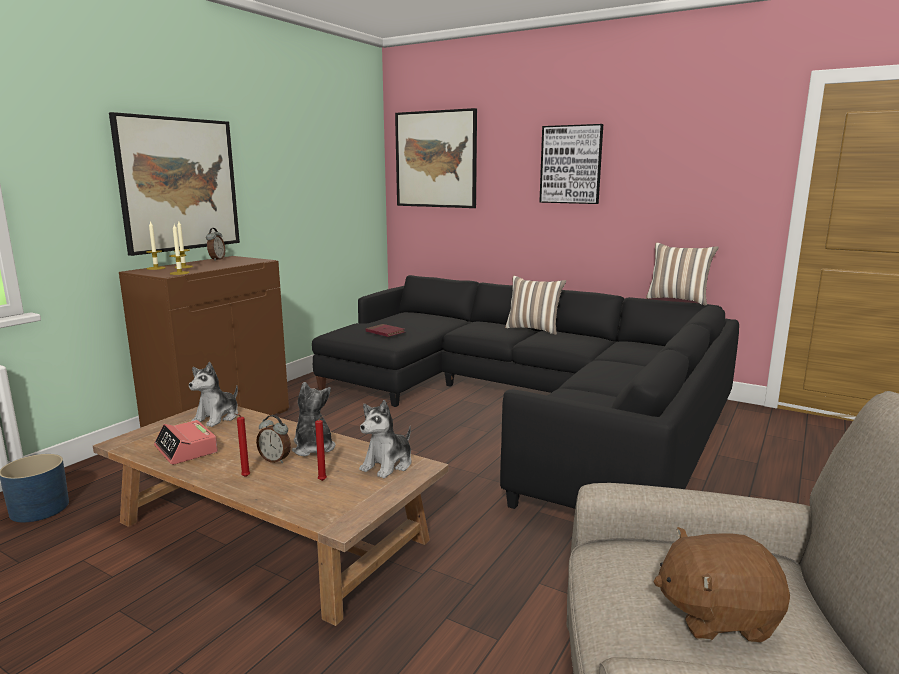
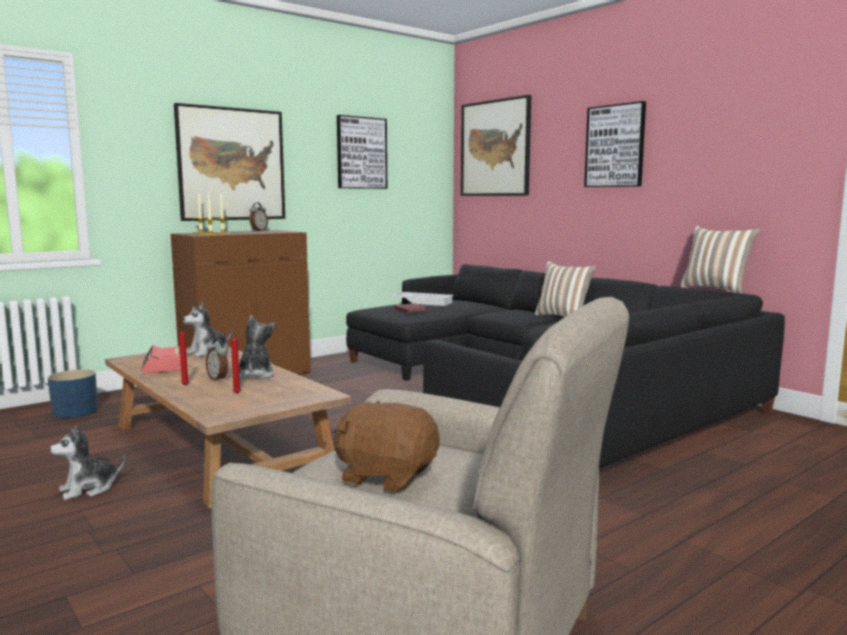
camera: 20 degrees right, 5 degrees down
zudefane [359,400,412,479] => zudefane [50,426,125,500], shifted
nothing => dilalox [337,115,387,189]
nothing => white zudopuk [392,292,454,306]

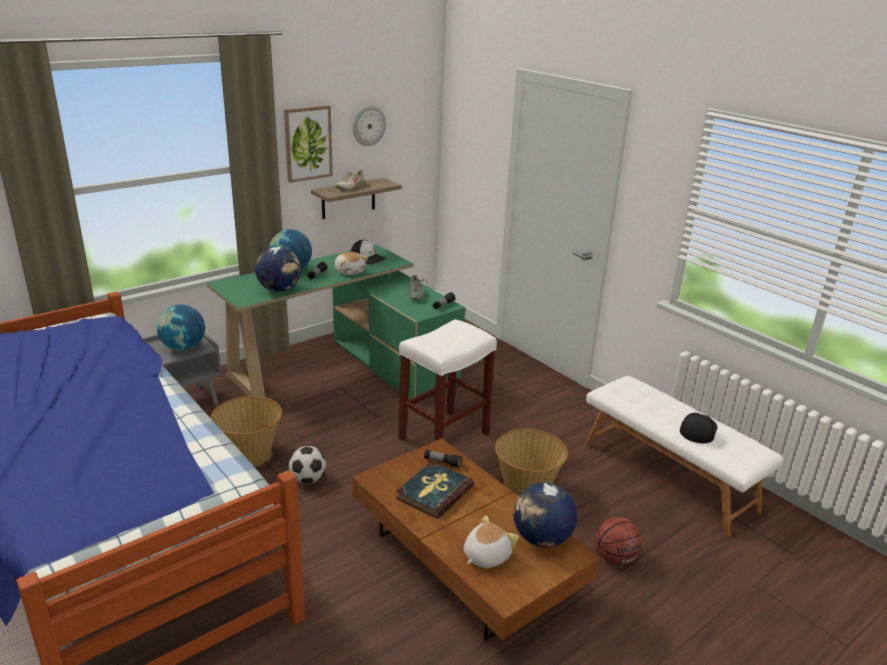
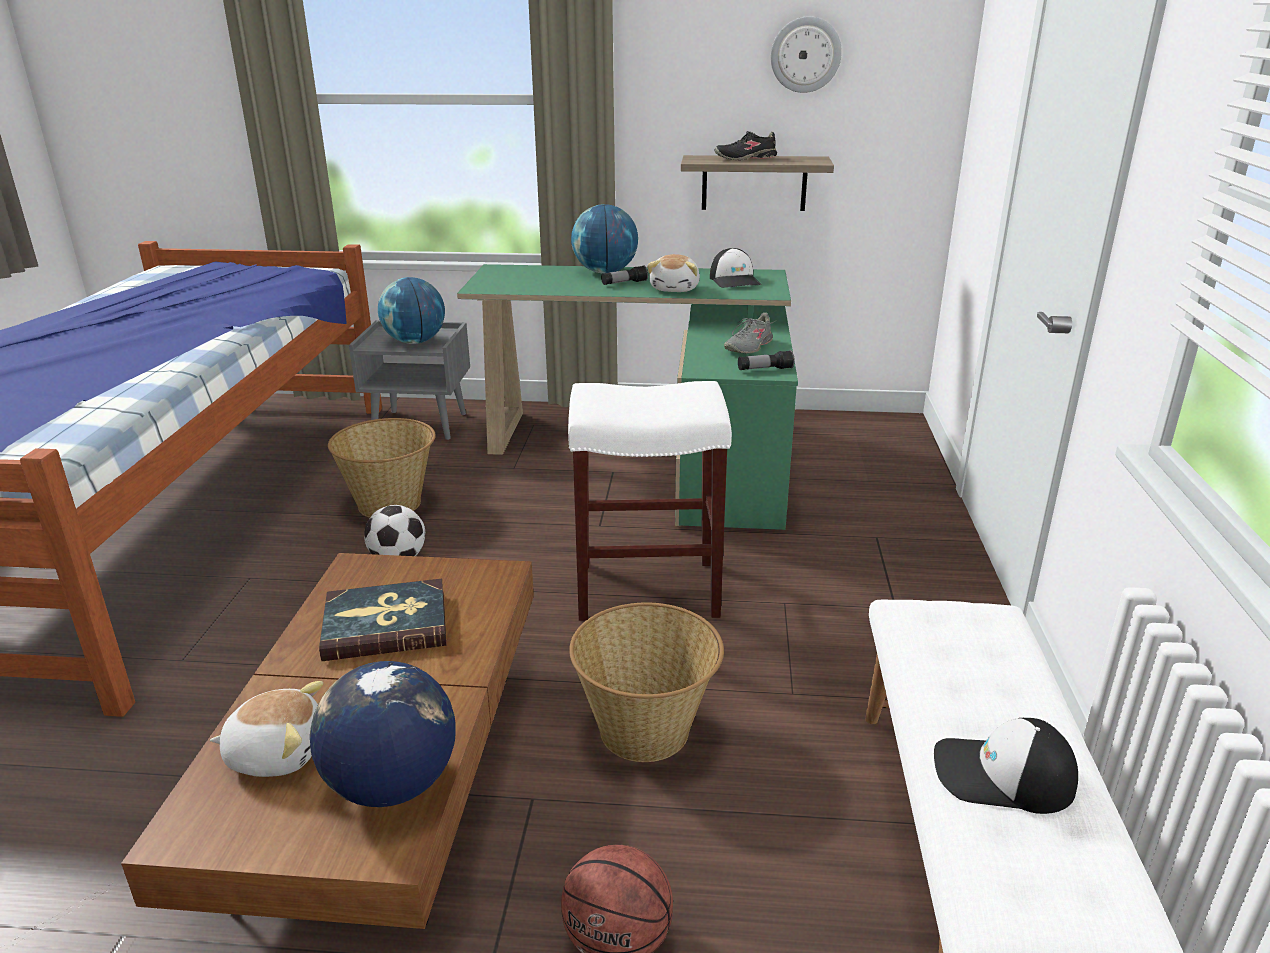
camera: 45 degrees right, 0 degrees up
dilalox [284,105,333,183] => nothing
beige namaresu [336,170,365,190] => black namaresu [714,131,777,160]
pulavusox [255,247,301,292] => nothing
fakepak [680,412,718,443] => fakepak [934,718,1078,814], 150 degrees counterclockwise
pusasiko [424,450,462,468] => nothing

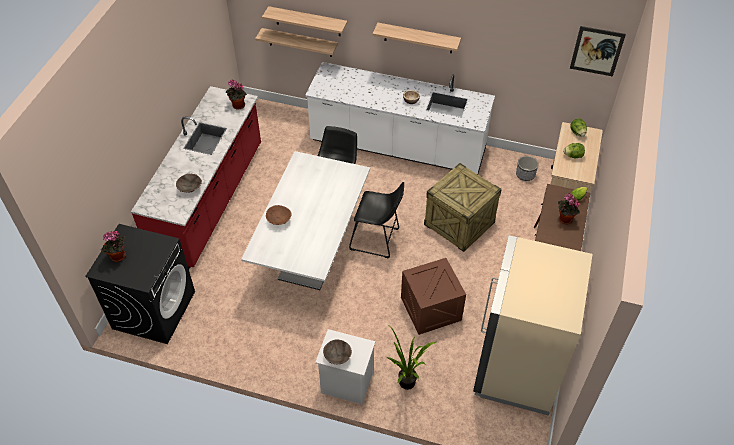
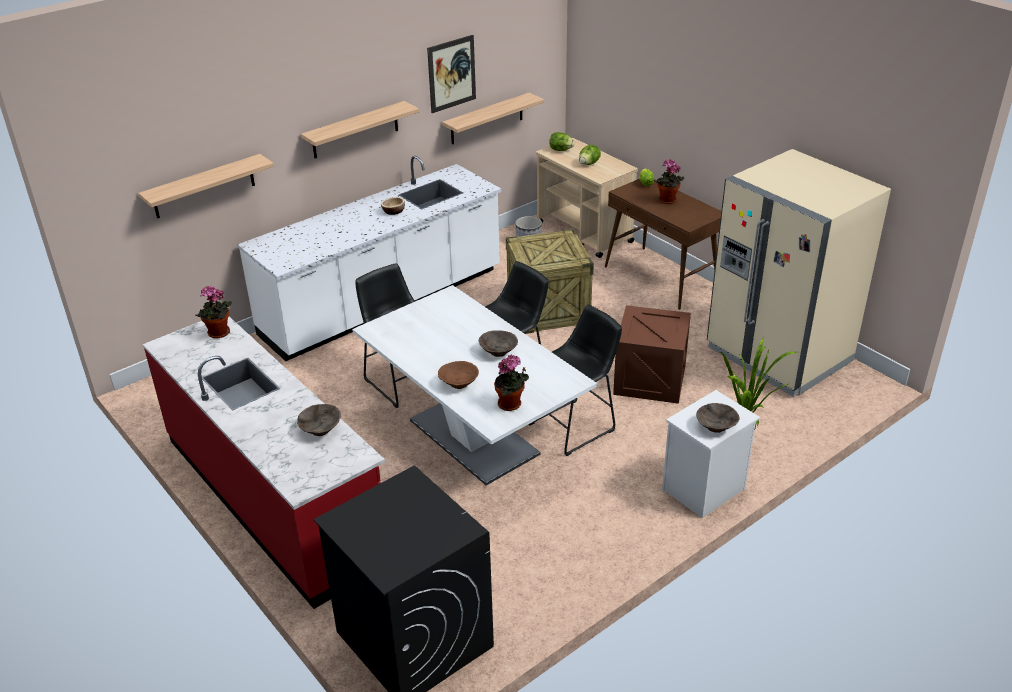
camera: 55 degrees left, 15 degrees down
dilalox [570,26,626,76] => dilalox [427,35,476,113], shifted
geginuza [255,28,338,57] => geginuza [442,93,544,145], shifted
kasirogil [101,231,126,262] => kasirogil [494,355,529,411], shifted
nothing => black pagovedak [528,305,622,456]
nothing => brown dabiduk [479,330,518,357]

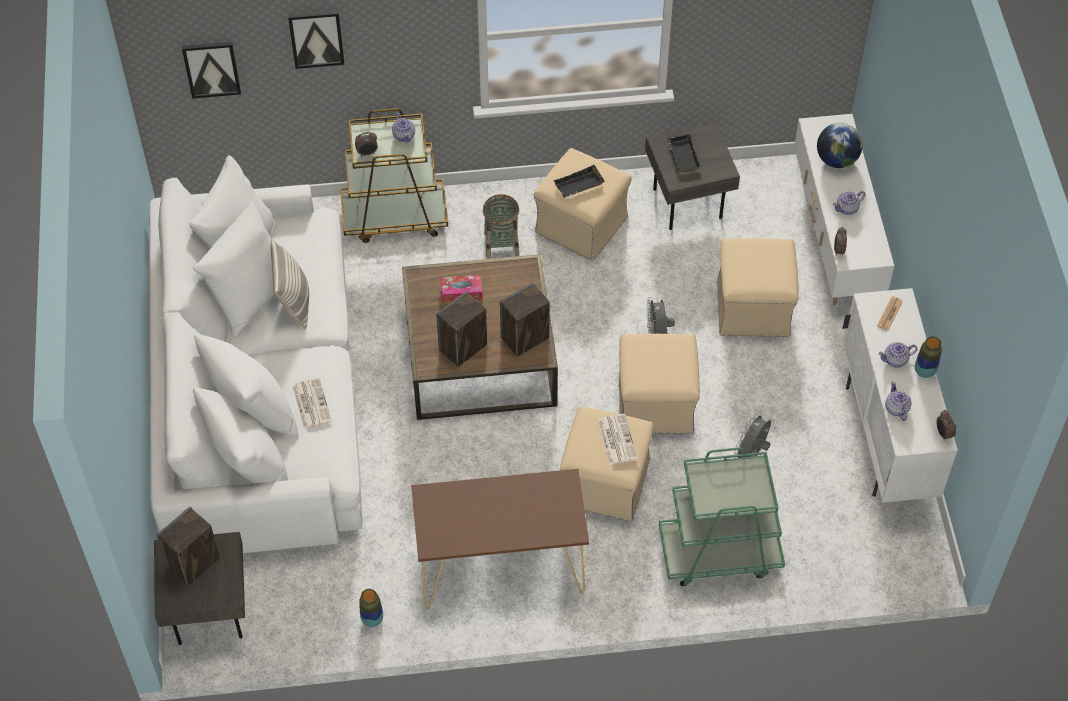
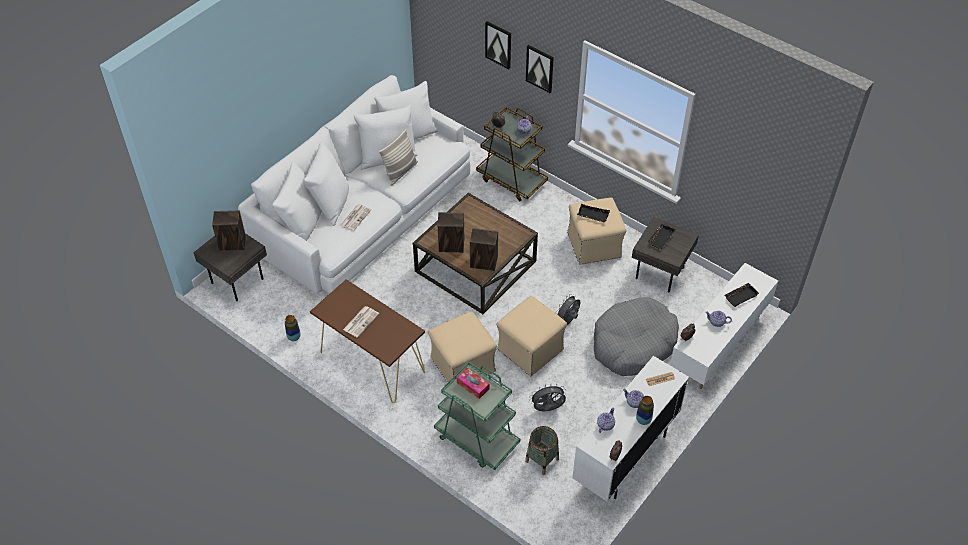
camera: 45 degrees right, 5 degrees down
dilalox [182,42,241,99] => dilalox [526,45,554,93], shifted
pulavusox [817,123,863,168] => black zudopuk [725,283,759,307]
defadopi [483,194,519,259] => defadopi [525,426,559,475], shifted
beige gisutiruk [717,238,799,337] => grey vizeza [594,298,679,376]
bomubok [440,275,482,303] => bomubok [457,368,489,399], shifted
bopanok [598,414,638,465] => bopanok [343,306,379,338], shifted

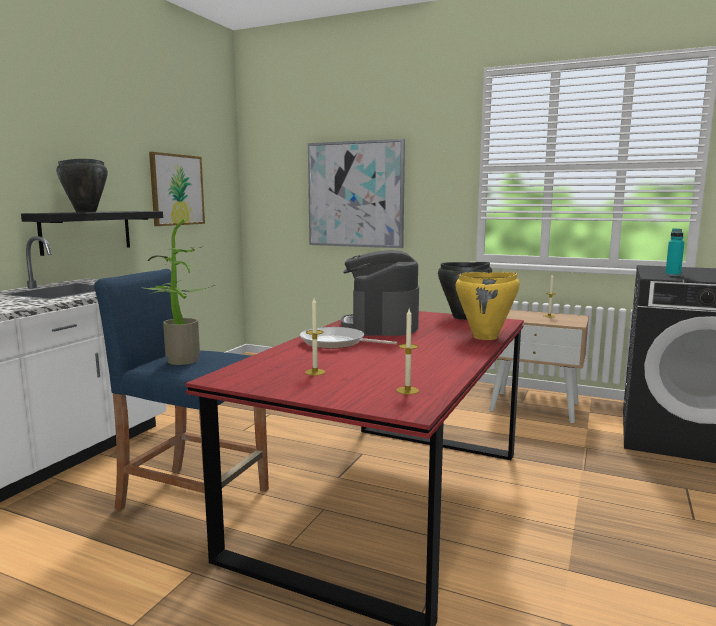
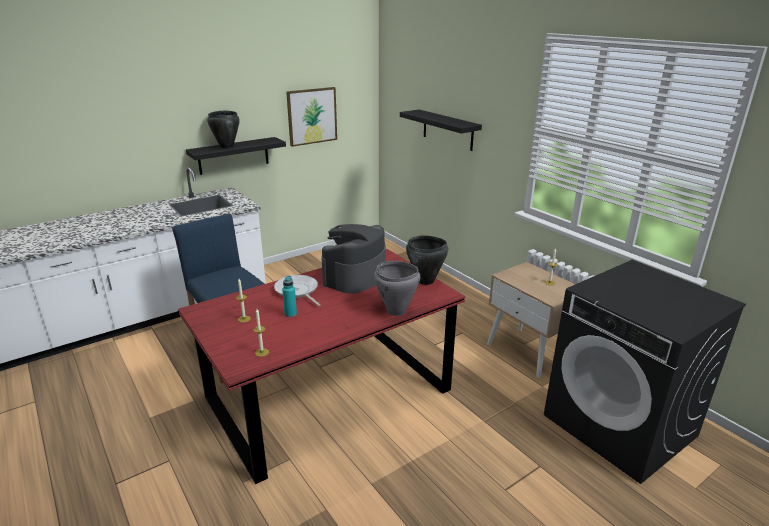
camera: 30 degrees right, 15 degrees up
dilalox [308,139,405,248] => black geginuza [400,110,482,151]
kasirogil [140,218,215,365] => nothing
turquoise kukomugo [665,228,684,276] => turquoise kukomugo [282,276,297,317], shifted
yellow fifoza [455,272,520,340] => grey fifoza [374,261,421,316]

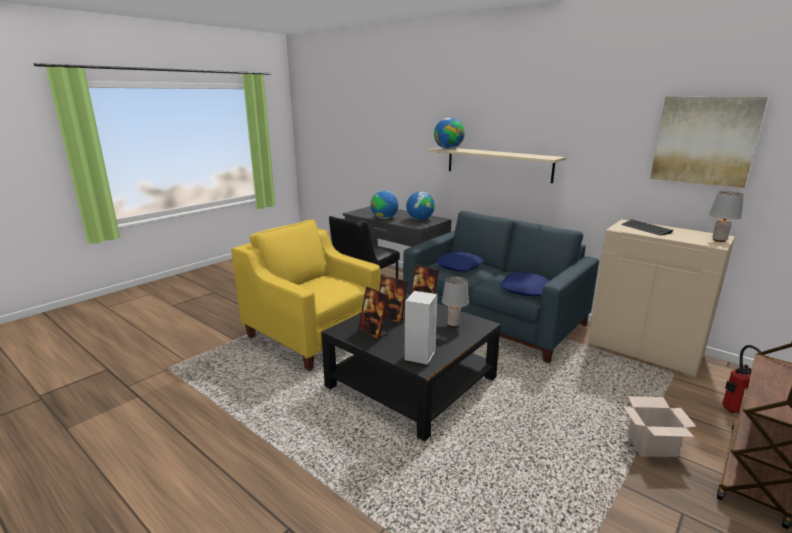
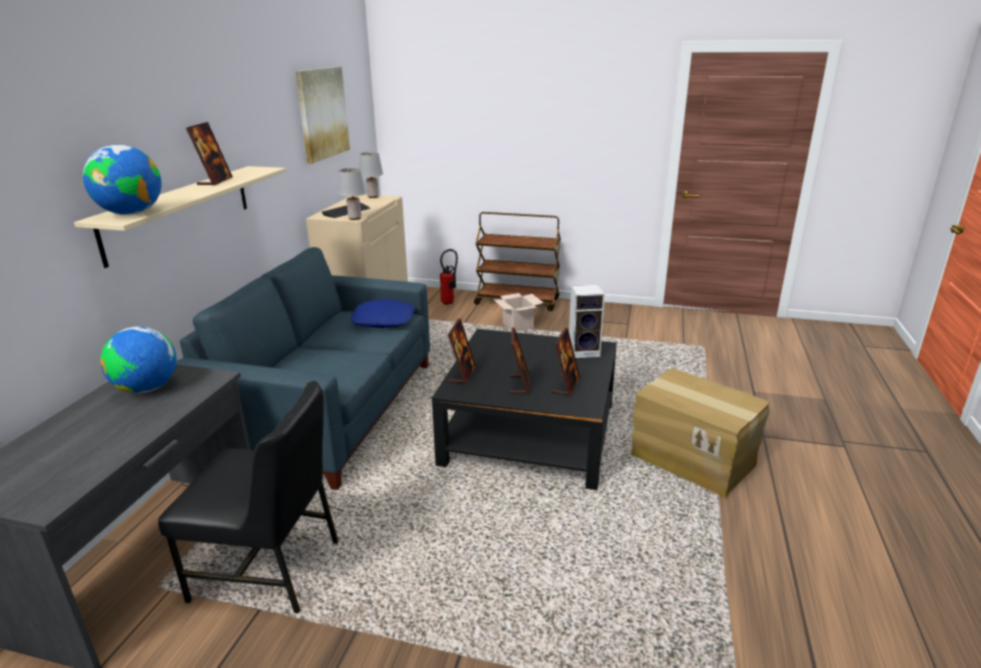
camera: 115 degrees left, 5 degrees up
pulavusox [370,191,398,219] => nothing
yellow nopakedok [231,220,380,371] => nothing
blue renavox [436,252,484,271] => nothing
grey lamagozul [442,276,469,327] => grey lamagozul [338,168,366,220], shifted
nothing => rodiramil [186,122,233,186]
nothing => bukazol [630,368,769,498]

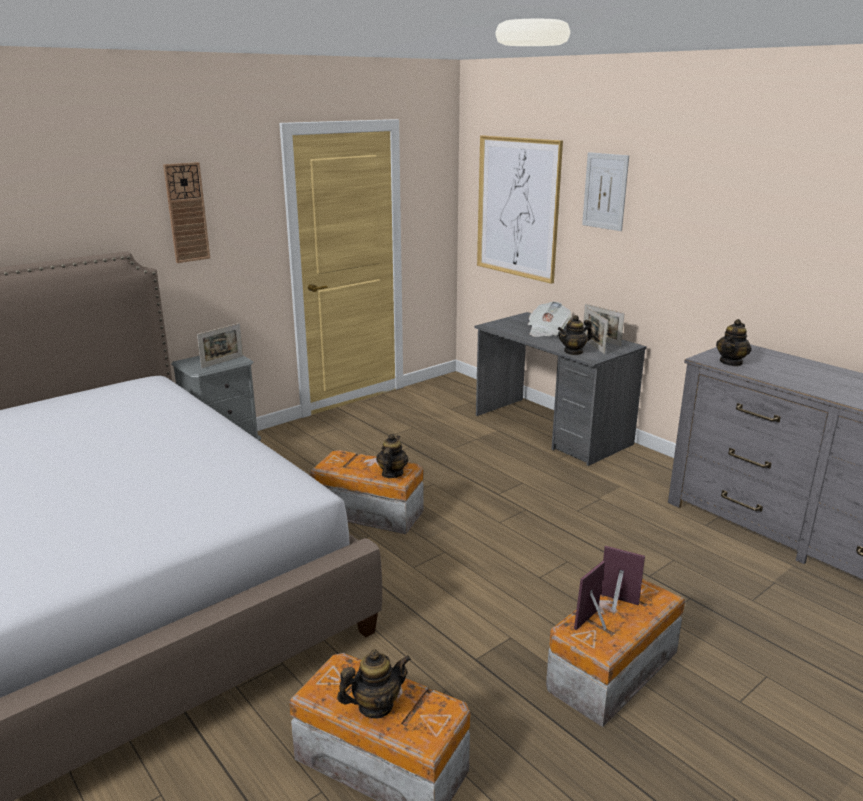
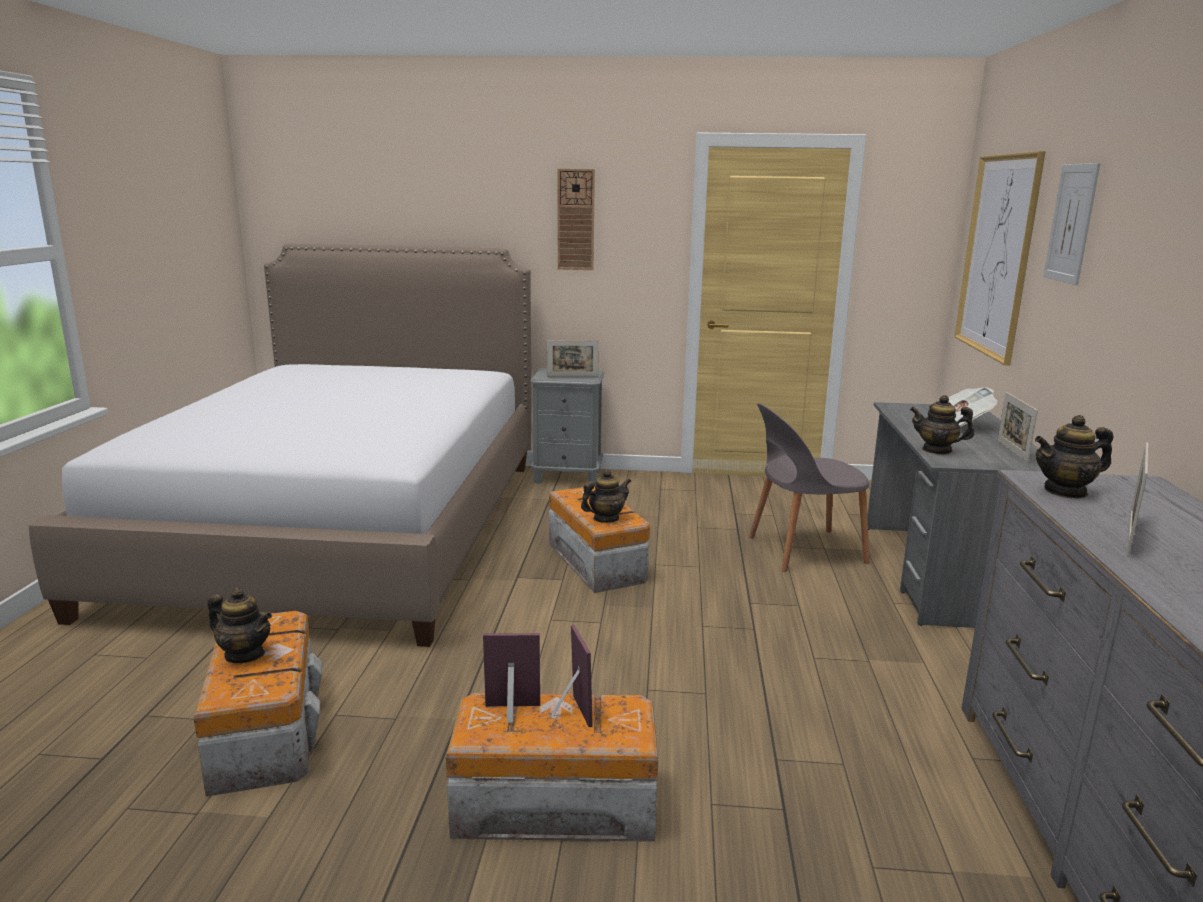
camera: 45 degrees right, 5 degrees down
rodiramil [585,307,608,354] => rodiramil [1126,442,1148,557], shifted
nothing => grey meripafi [749,403,870,572]

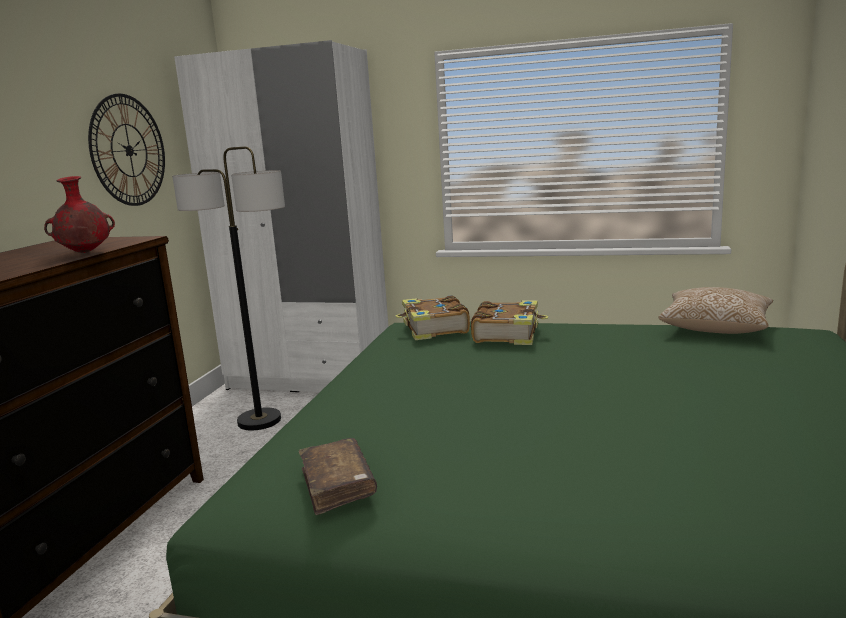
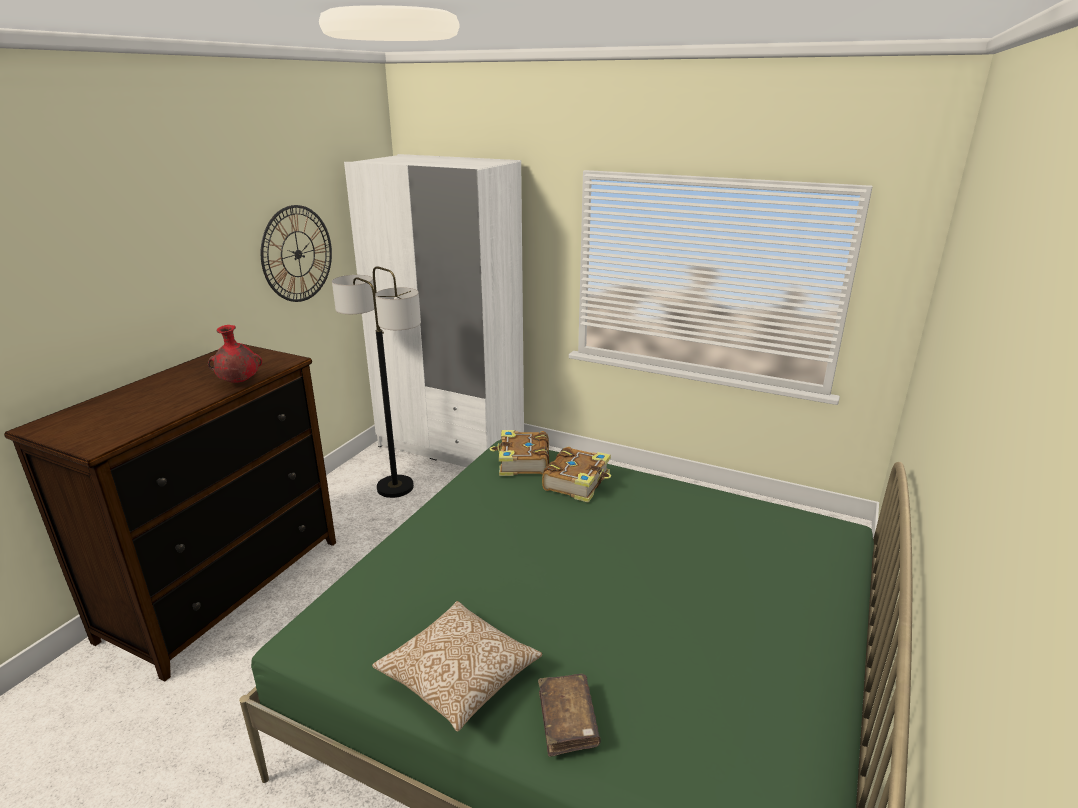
camera: 10 degrees right, 10 degrees up
renavox [659,287,773,334] => renavox [372,601,542,732], shifted
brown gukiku [299,438,377,515] => brown gukiku [538,674,601,757], shifted

